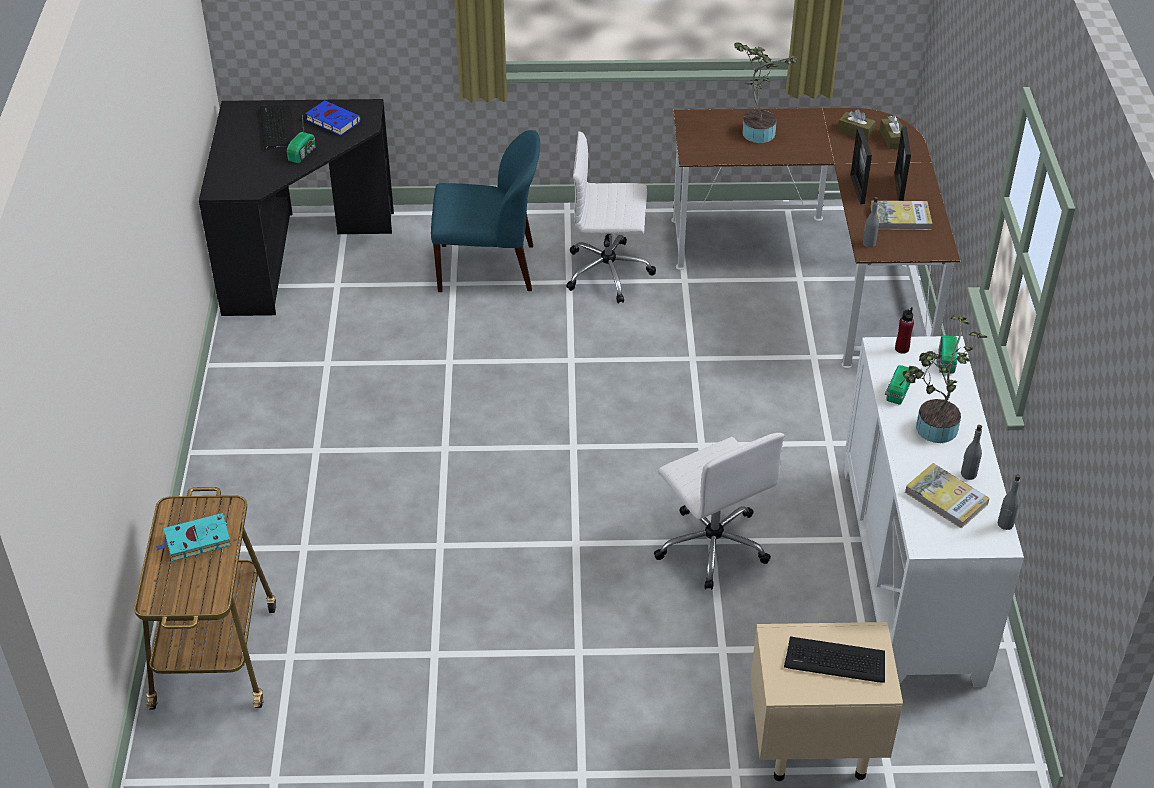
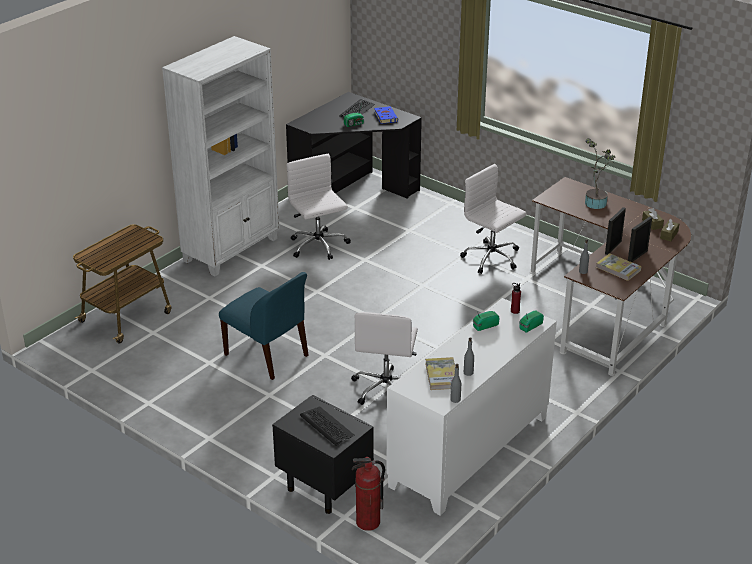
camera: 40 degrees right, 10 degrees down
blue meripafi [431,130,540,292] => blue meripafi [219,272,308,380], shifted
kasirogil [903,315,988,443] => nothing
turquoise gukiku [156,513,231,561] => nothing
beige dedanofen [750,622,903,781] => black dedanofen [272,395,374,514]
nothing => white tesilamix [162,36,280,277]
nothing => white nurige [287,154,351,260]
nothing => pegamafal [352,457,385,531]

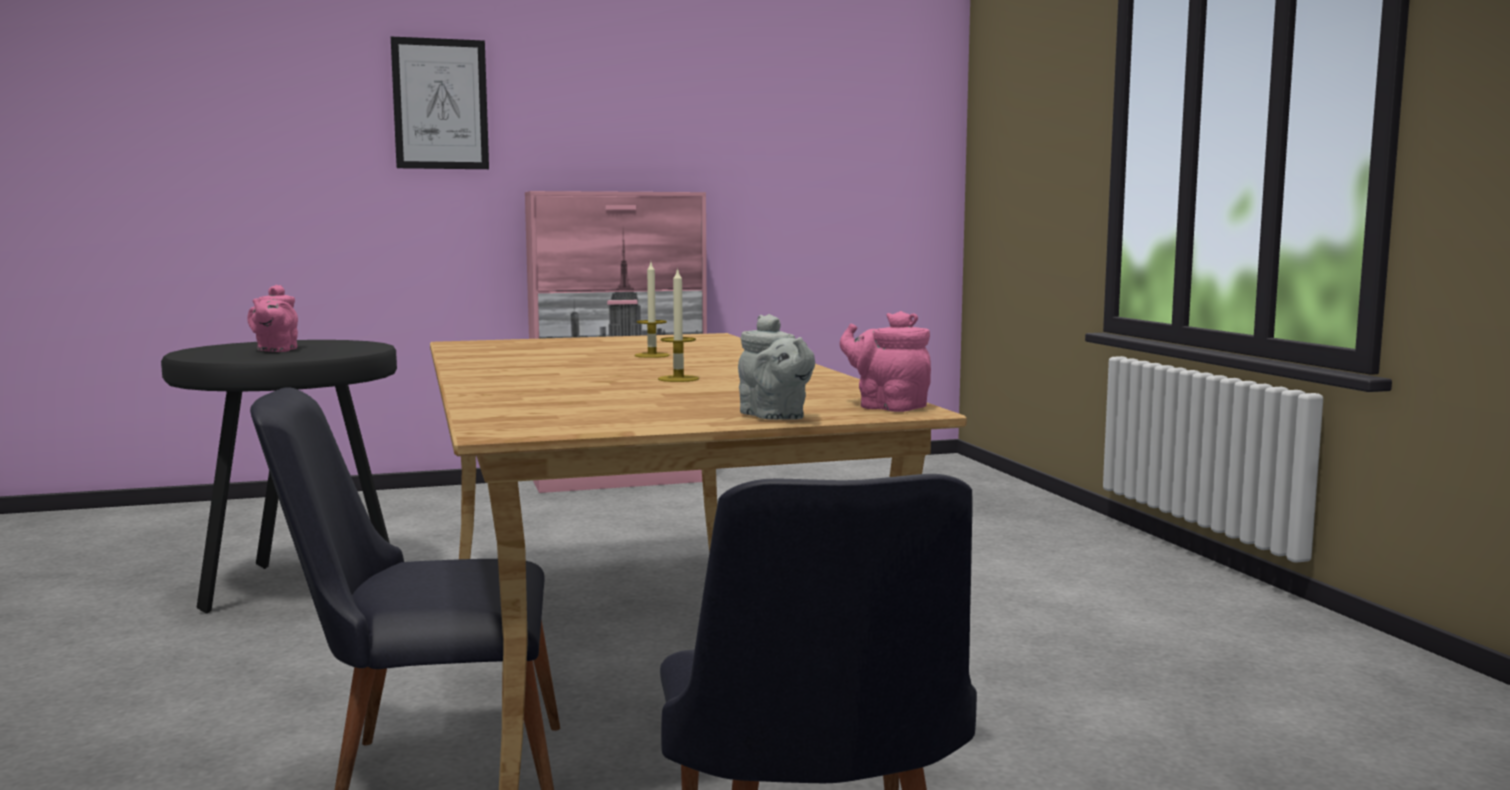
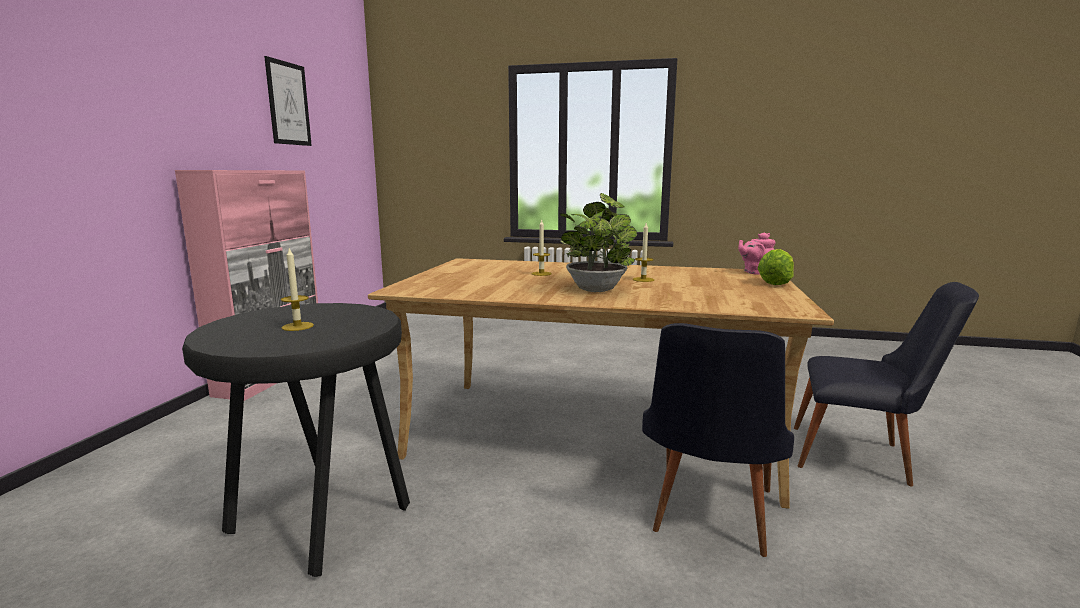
camera: 60 degrees left, 5 degrees up
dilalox [391,37,489,169] => dilalox [264,56,312,146], shifted
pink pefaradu [247,285,298,352] => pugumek [281,248,314,331]
grey pefaradu [738,314,815,420] => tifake [757,249,794,285]
nothing => kasirogil [560,193,637,292]

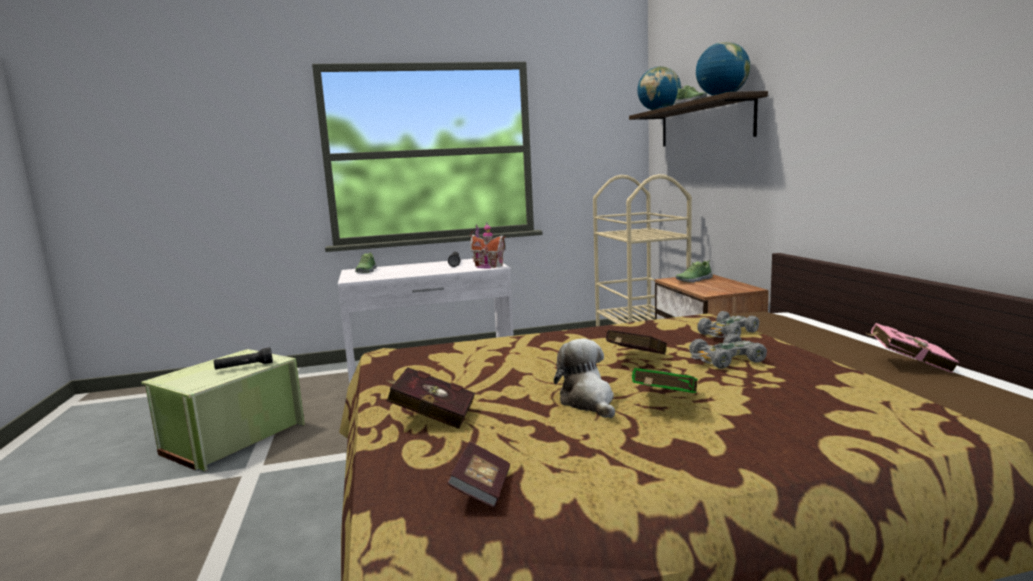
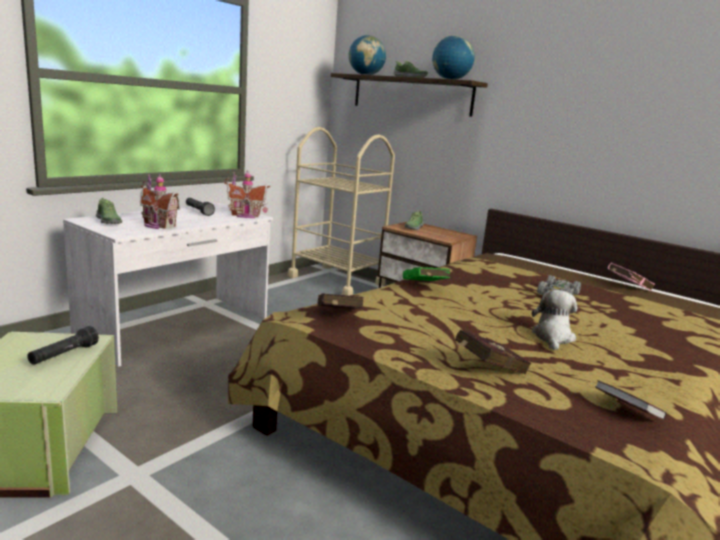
camera: 40 degrees left, 5 degrees up
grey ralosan [697,311,759,338] => nothing
red gukiku [606,330,667,354] => red gukiku [318,293,364,309], shifted
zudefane [554,339,615,418] => zudefane [532,290,577,350], 75 degrees clockwise
green gukiku [632,368,698,393] => green gukiku [403,267,450,281], shifted
nothing => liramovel [140,174,180,229]

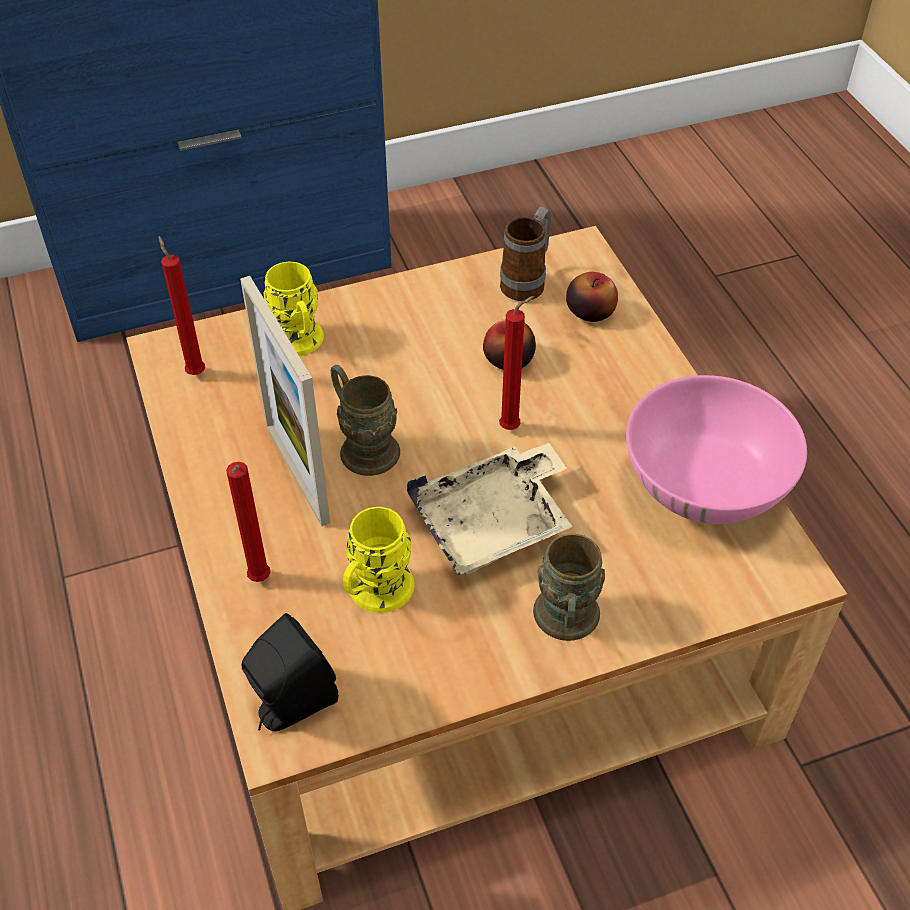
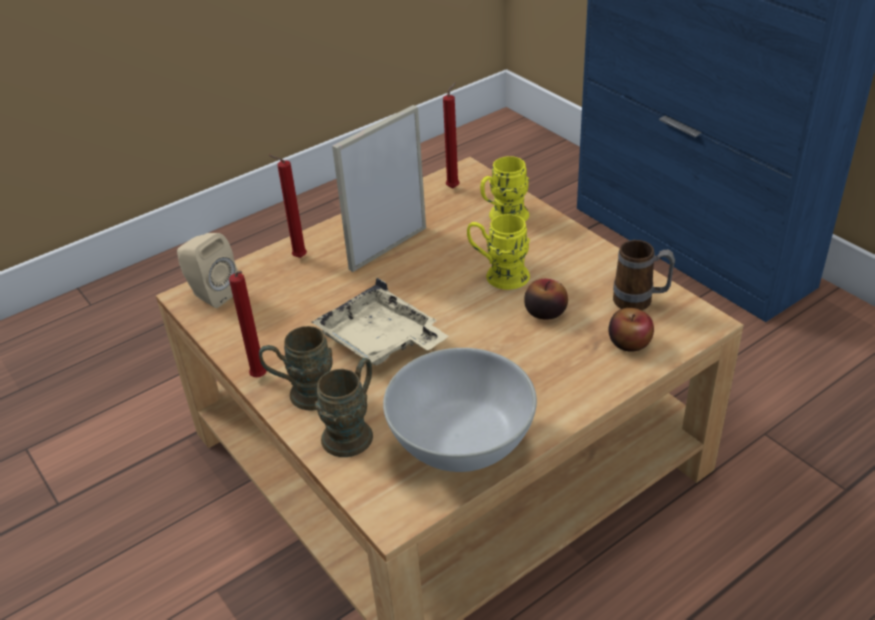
camera: 75 degrees right, 10 degrees down
red pugumek [499,296,535,430] => red pugumek [229,271,267,377], shifted
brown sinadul [331,365,400,476] => brown sinadul [315,358,373,457], shifted
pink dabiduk [626,375,807,524] => white dabiduk [383,348,537,472]
yellow sinadul [343,507,414,613] => yellow sinadul [467,214,530,290], shifted
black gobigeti [242,613,338,732] => beige gobigeti [177,233,238,308]

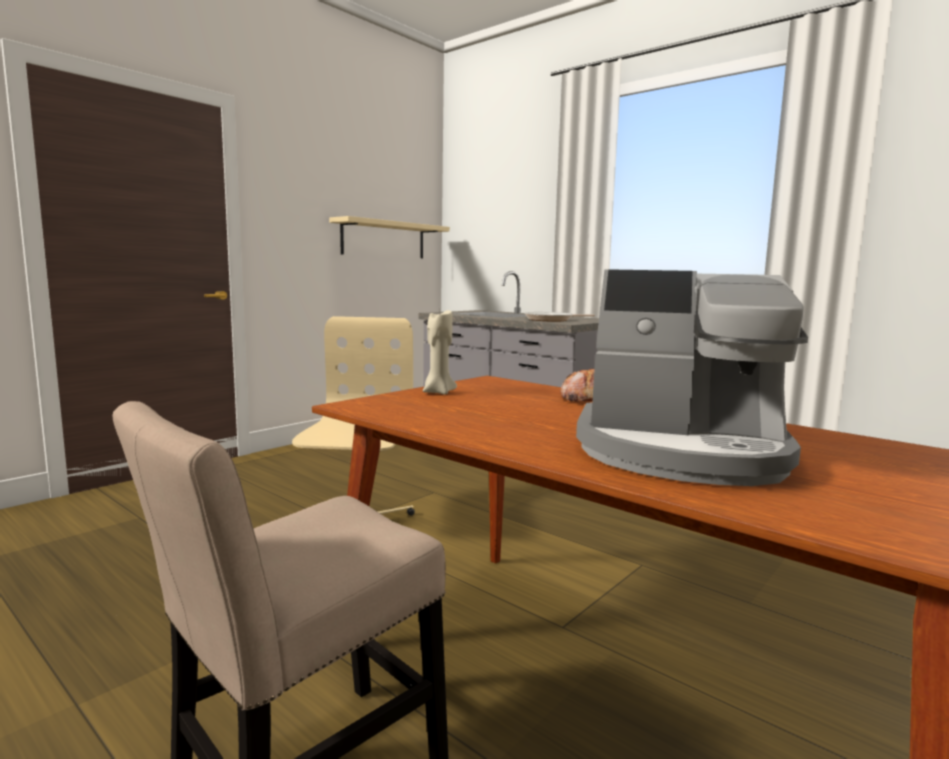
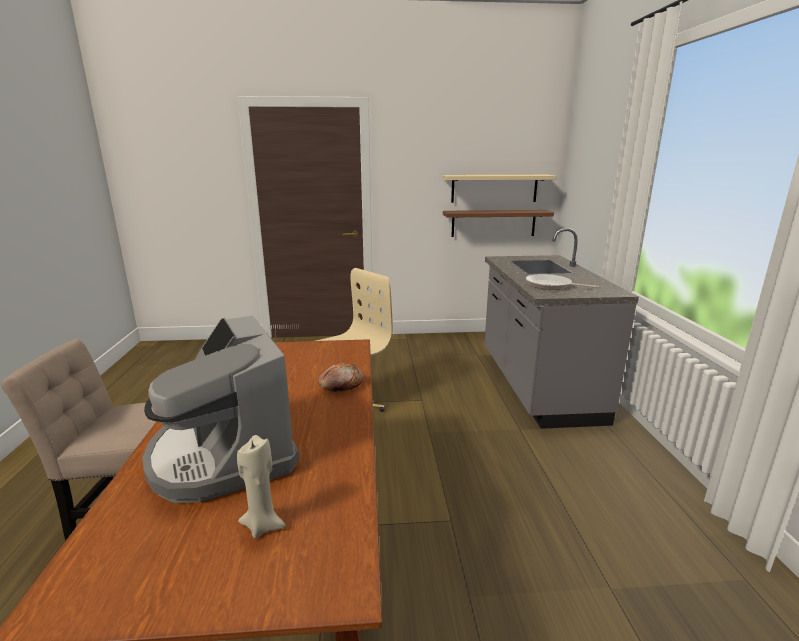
camera: 45 degrees right, 10 degrees up
beige pugumek [423,310,457,395] => beige pugumek [237,435,286,539], shifted
nothing => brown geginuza [443,210,554,237]

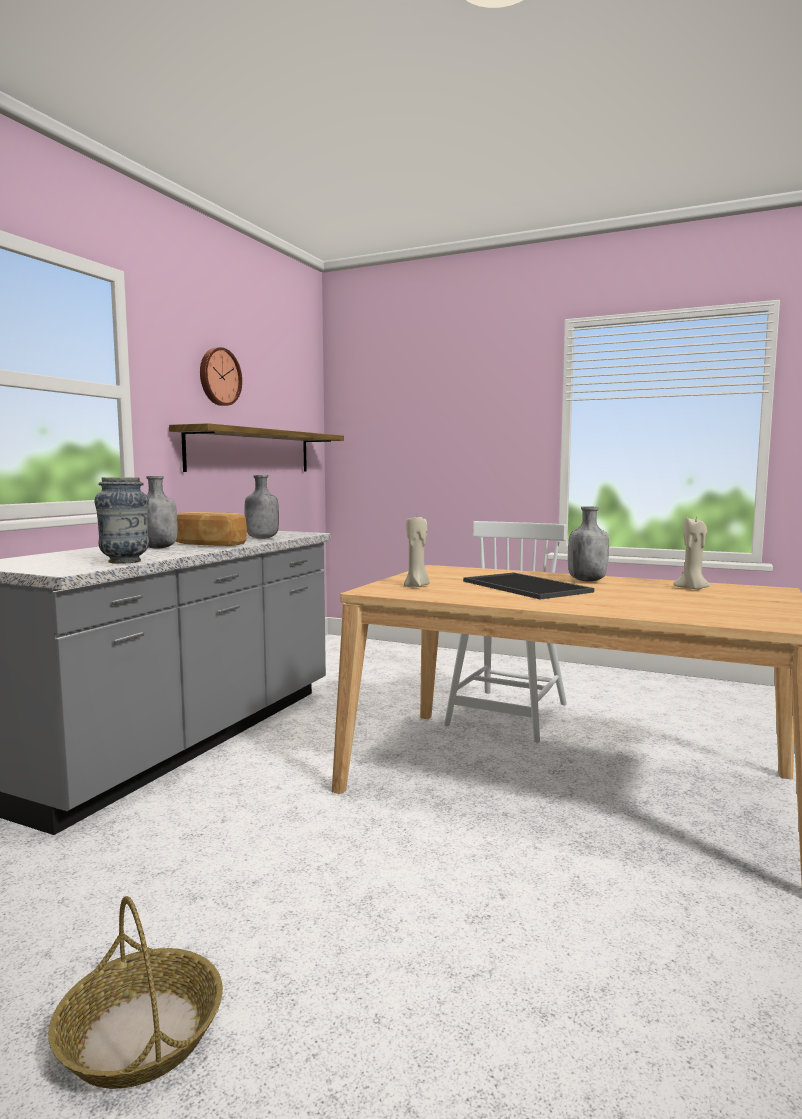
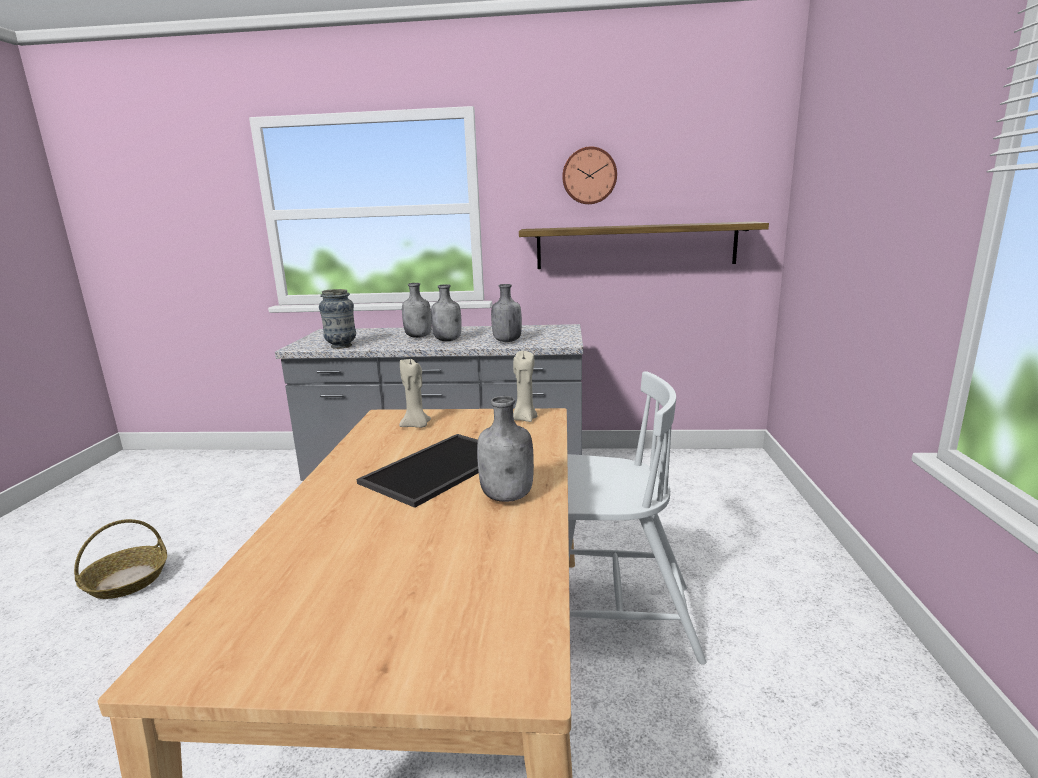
camera: 70 degrees right, 10 degrees up
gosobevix [176,512,247,546] => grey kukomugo [431,284,462,341]
beige pugumek [673,517,710,590] => beige pugumek [513,351,538,422], shifted

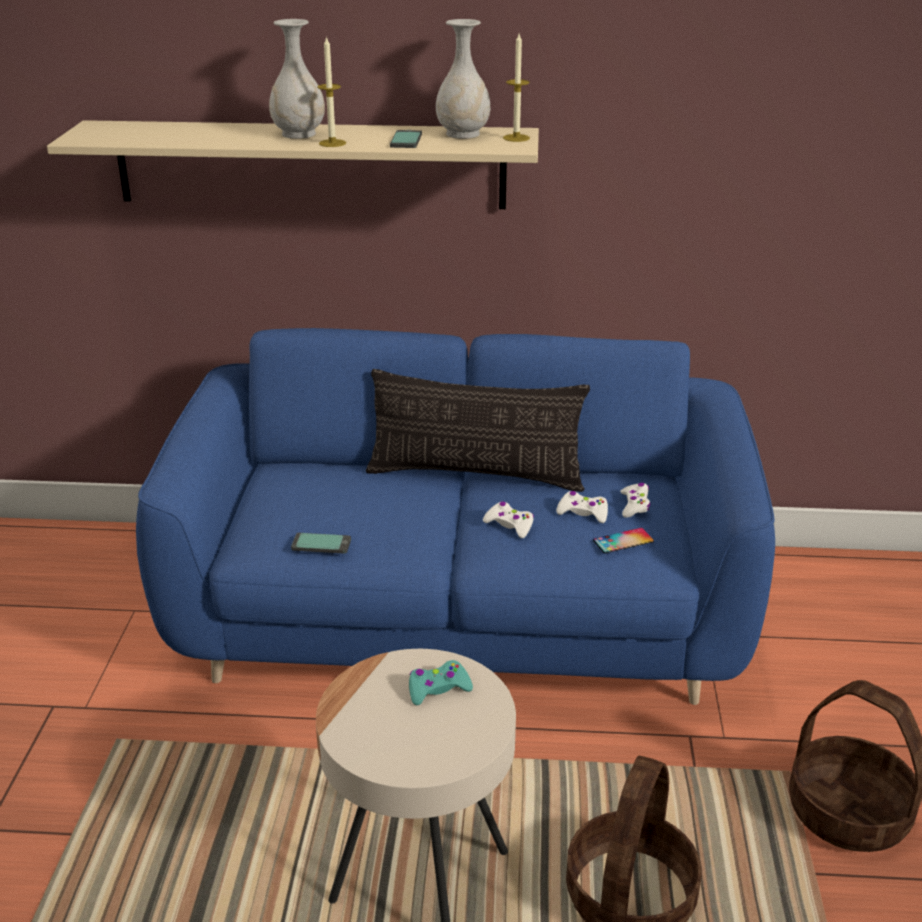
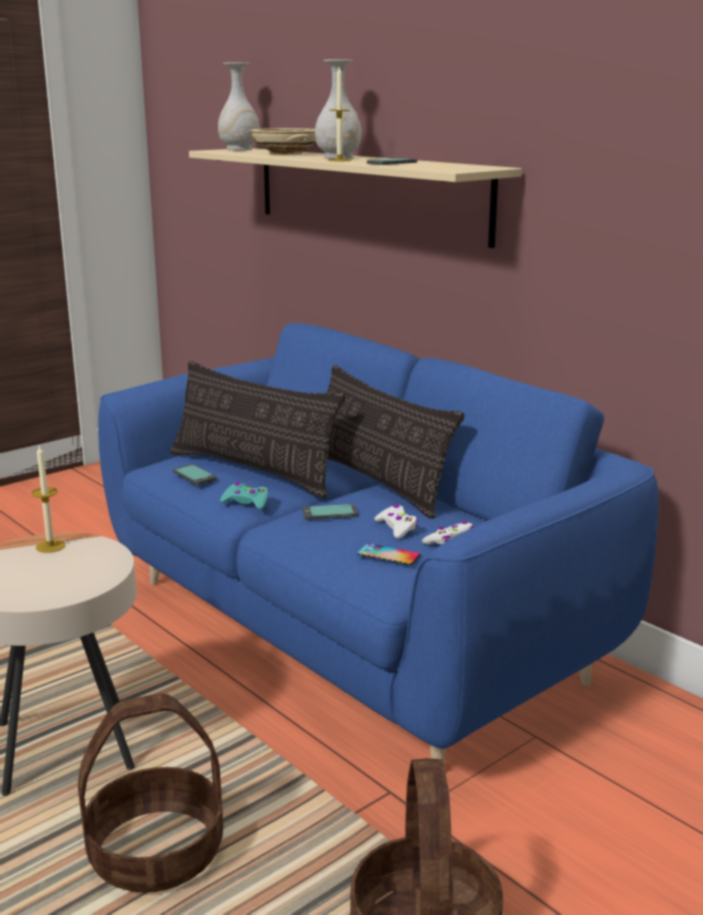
camera: 45 degrees right, 10 degrees down
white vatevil [436,19,490,139] => white vatevil [218,63,260,150], shifted
pugumek [503,34,530,142] => pugumek [32,446,66,553], shifted
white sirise [483,501,534,538] => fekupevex [302,504,358,520]
turquoise sirise [409,660,473,705] => turquoise sirise [220,482,269,509], shifted
nothing => beige dabiduk [251,128,316,155]
nothing => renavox [170,360,345,498]

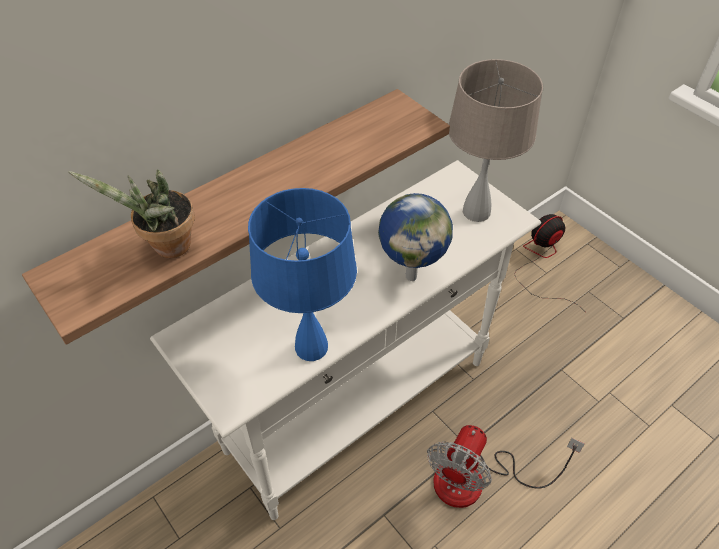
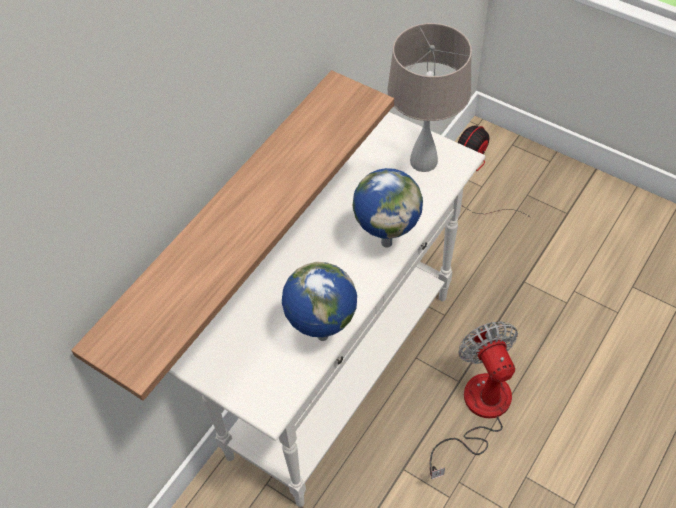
camera: 15 degrees left, 5 degrees up
kasirogil [68,170,195,258] => nothing
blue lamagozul [248,188,357,361] => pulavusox [282,262,357,341]
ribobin [427,425,584,508] => ribobin [430,321,518,479], 150 degrees clockwise

